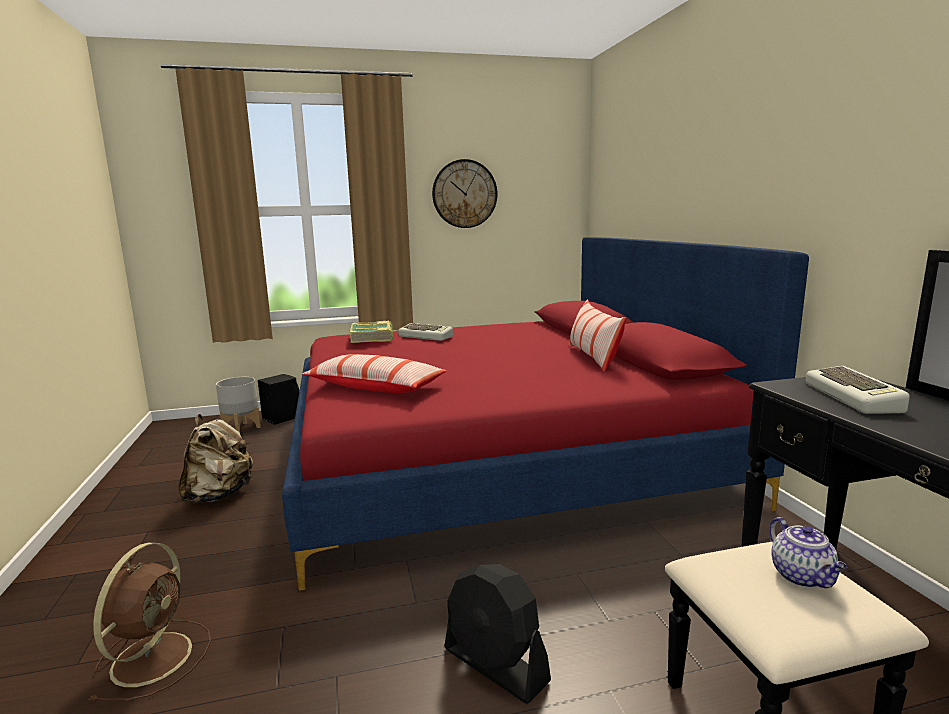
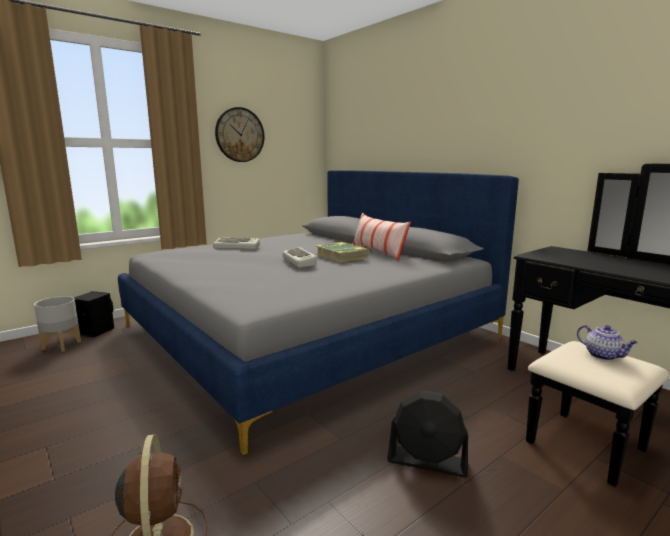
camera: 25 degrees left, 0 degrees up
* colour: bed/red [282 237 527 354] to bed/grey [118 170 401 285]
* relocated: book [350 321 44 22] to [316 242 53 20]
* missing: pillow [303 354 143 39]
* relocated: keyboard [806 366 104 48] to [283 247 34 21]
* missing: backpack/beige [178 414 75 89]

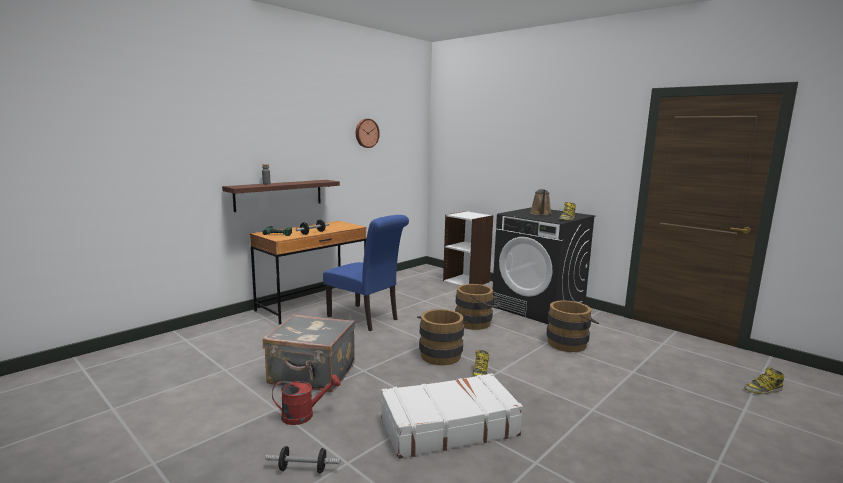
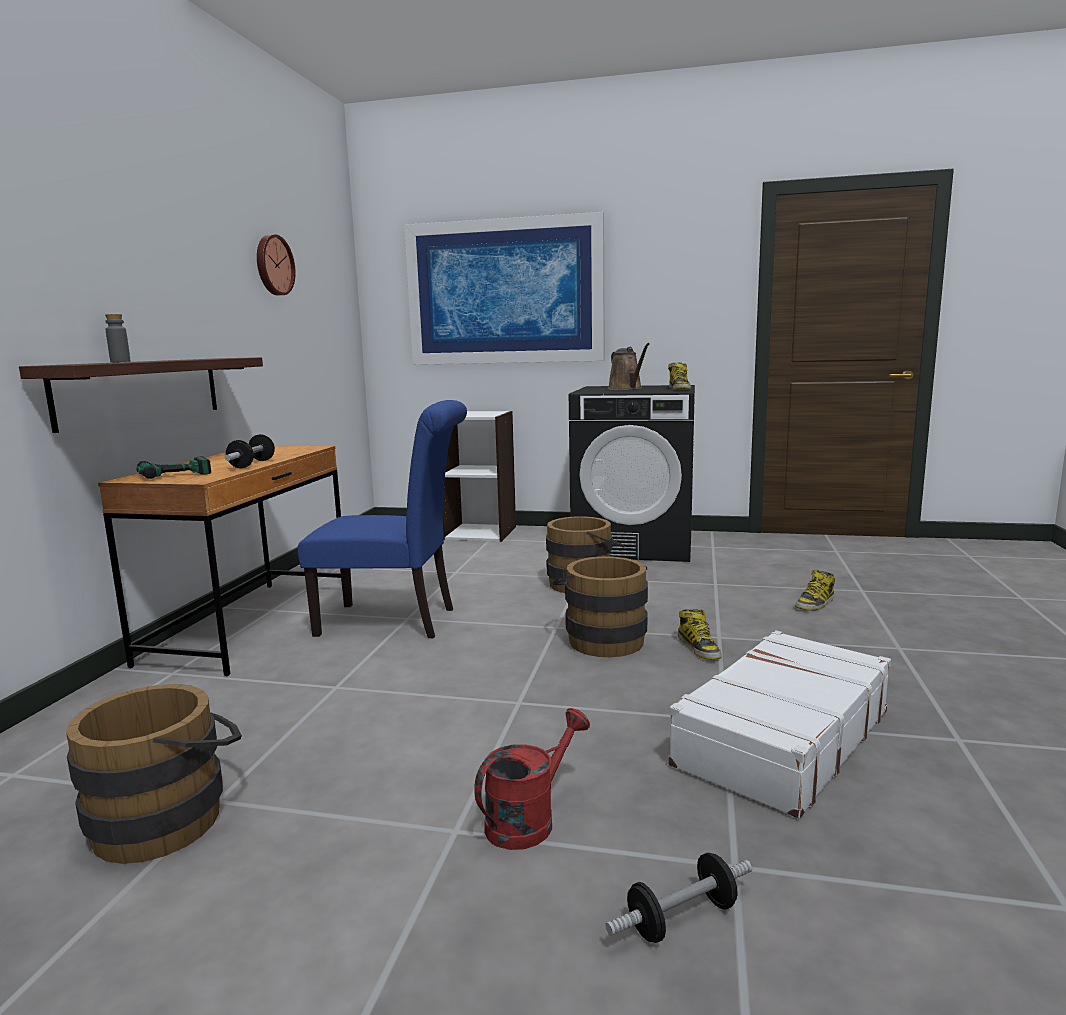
camera: 30 degrees left, 0 degrees up
* relocated: bucket/brown [546 300 53 52] to [66 684 176 180]
* missing: suitcase/grey [263 314 92 78]
* relocated: boot [744 367 40 27] to [795 570 40 41]
* appeared: picture [404 212 201 153]

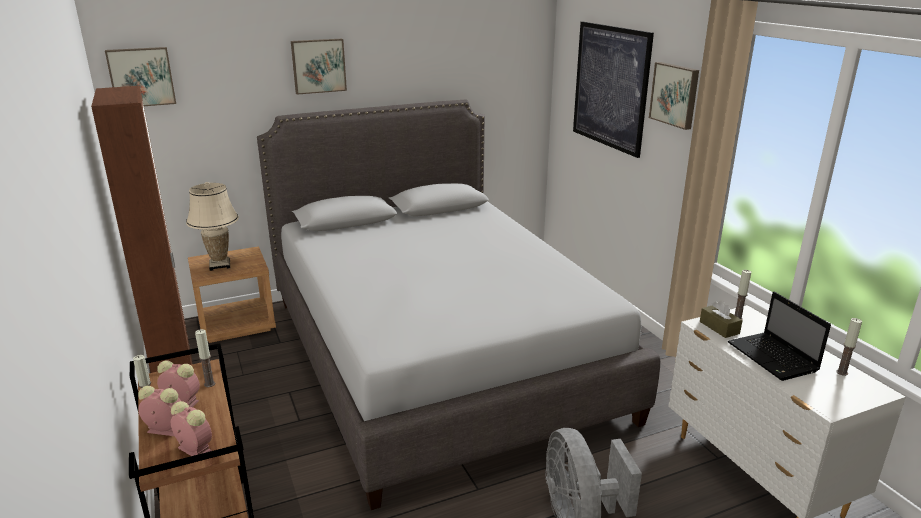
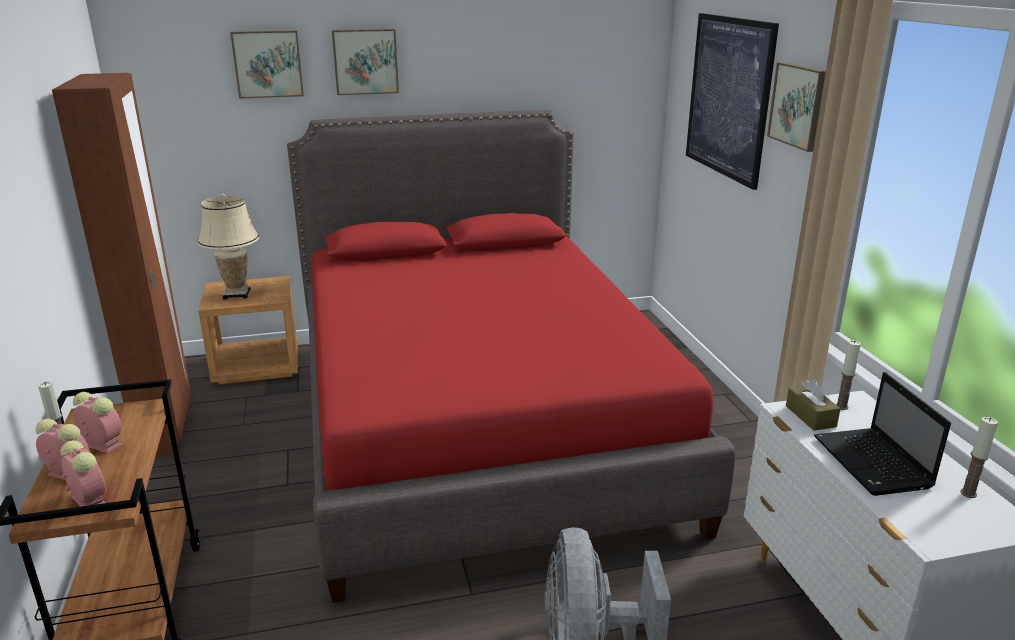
camera: 10 degrees right, 0 degrees up
* relocated: picture [105 47 71 59] to [230 30 74 69]
* colour: bed/grey [257 99 403 411] to bed/red [287 110 448 493]
* missing: candle [195 329 20 58]

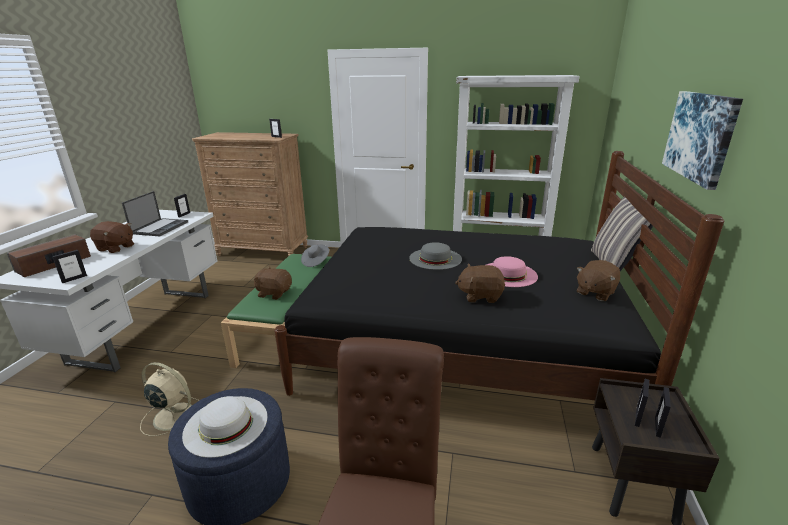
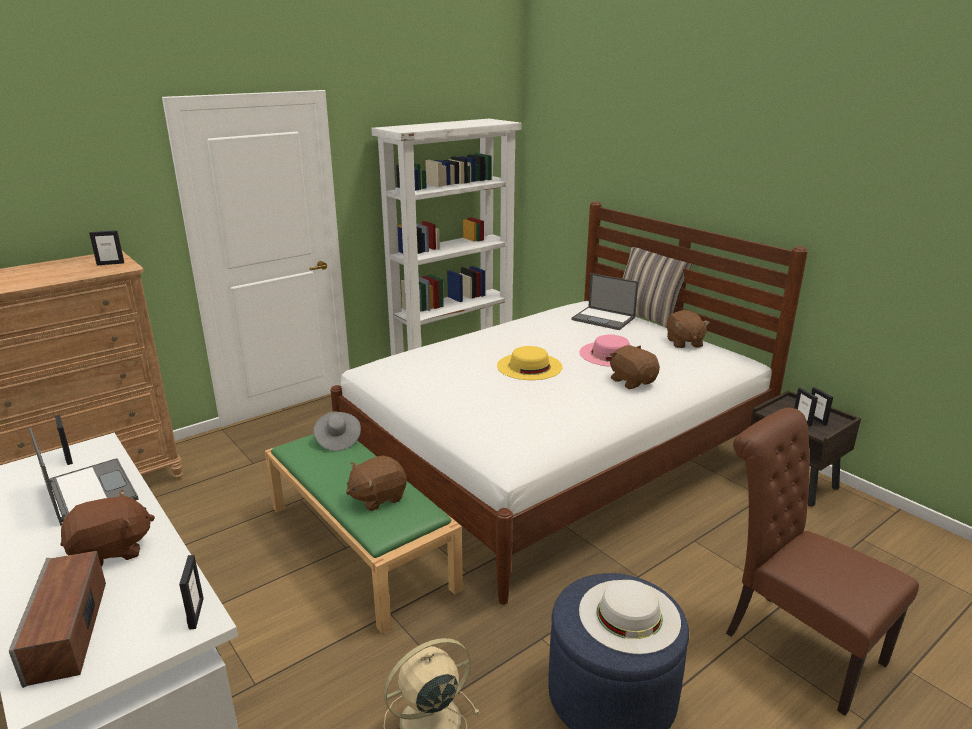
camera: 50 degrees left, 0 degrees up
* missing: picture [662 91 81 99]
* colour: bed/black [274 151 450 249] to bed/white [330 201 478 404]
* colour: hat/grey [409 242 53 28] to hat/yellow [497 346 66 34]
* spun: plush toy/brown [455 264 50 39] = [610 345 50 44] 105 degrees clockwise
* appeared: laptop [571 273 68 57]

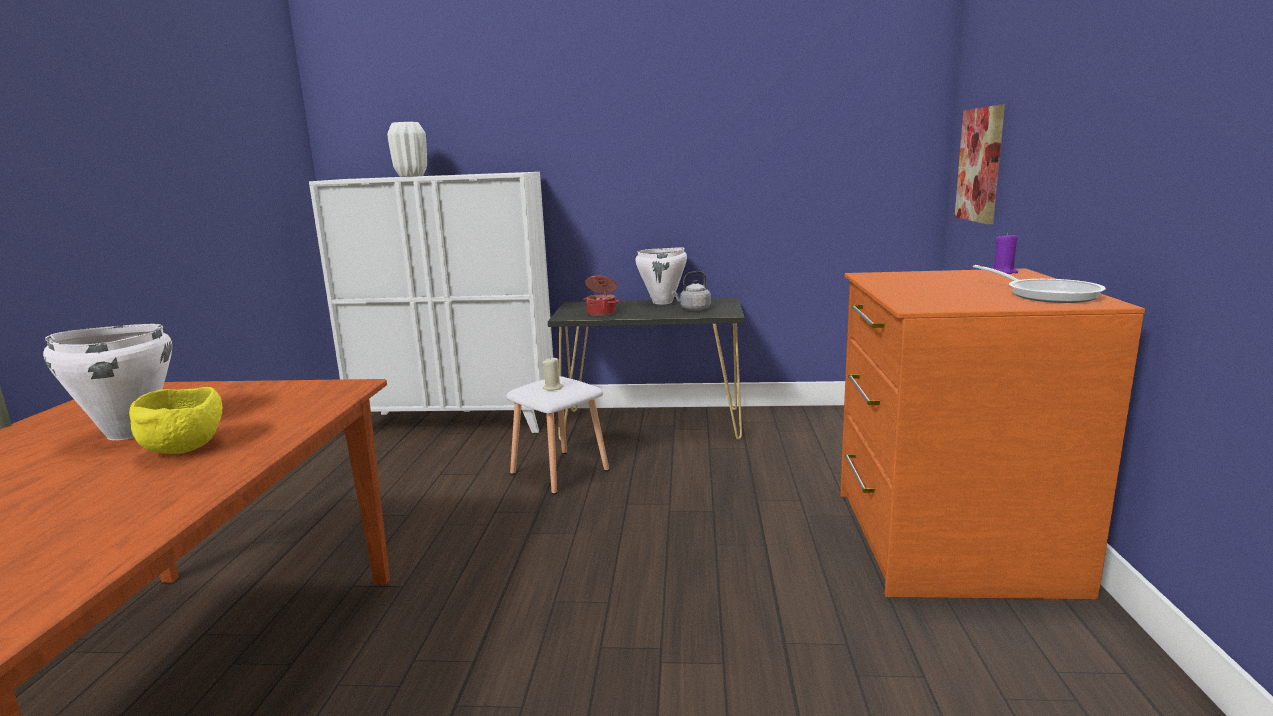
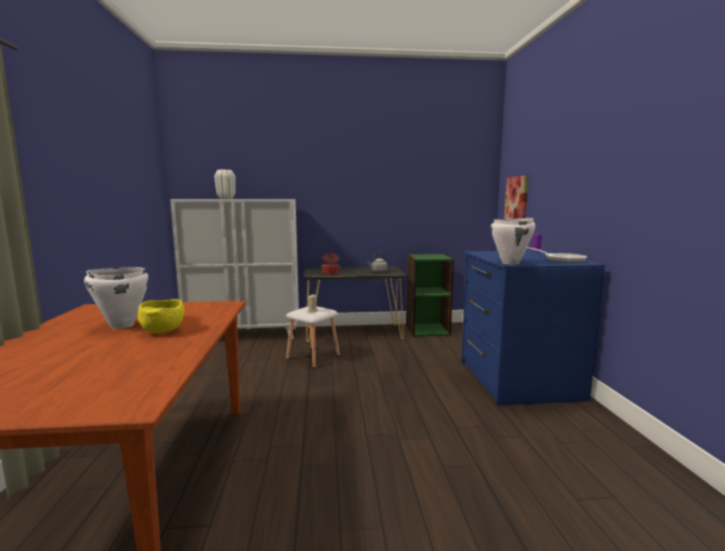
camera: 10 degrees left, 5 degrees down
* relocated: cooking pot/white [635 247 52 57] to [491 218 44 47]
* colour: dresser/orange [840 269 305 331] to dresser/blue [461 250 144 156]
* appeared: bookcase/green [406 254 48 83]

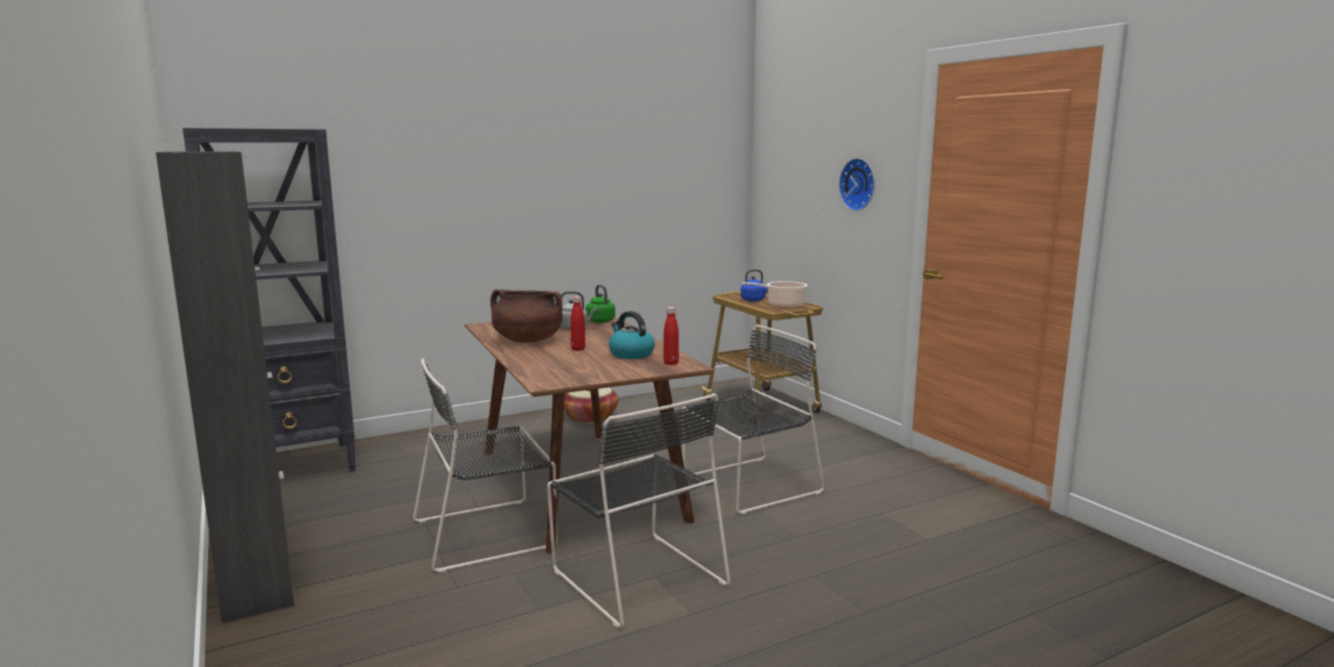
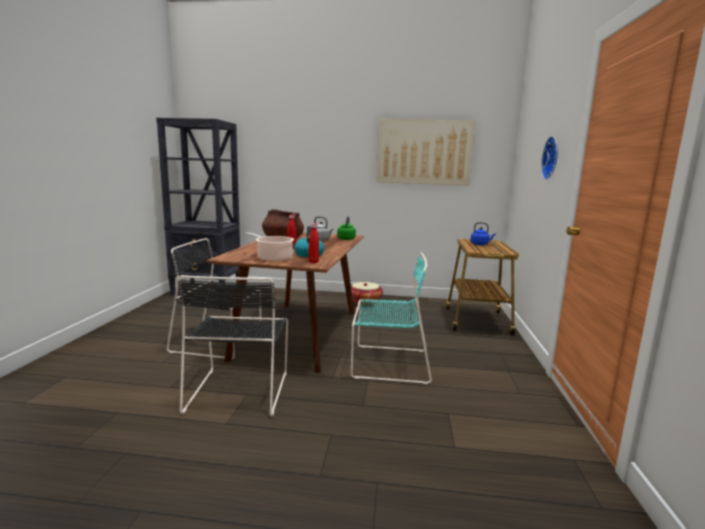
camera: 35 degrees right, 0 degrees up
* missing: cabinet/black [156 151 138 472]
* relocated: cooking pot [742 281 66 27] to [245 232 49 30]
* colour: chair/black [682 325 142 189] to chair/turquoise [351 253 81 131]
* appeared: picture [377 119 98 66]

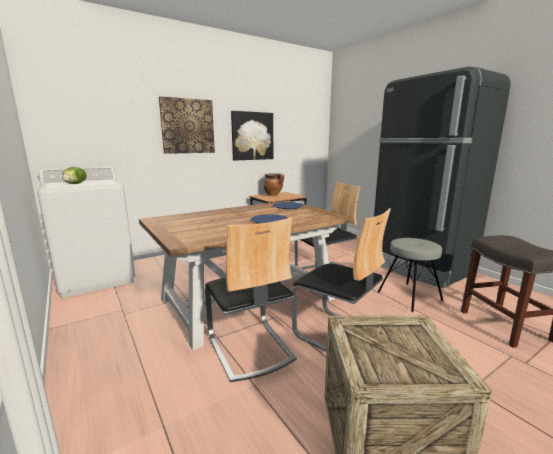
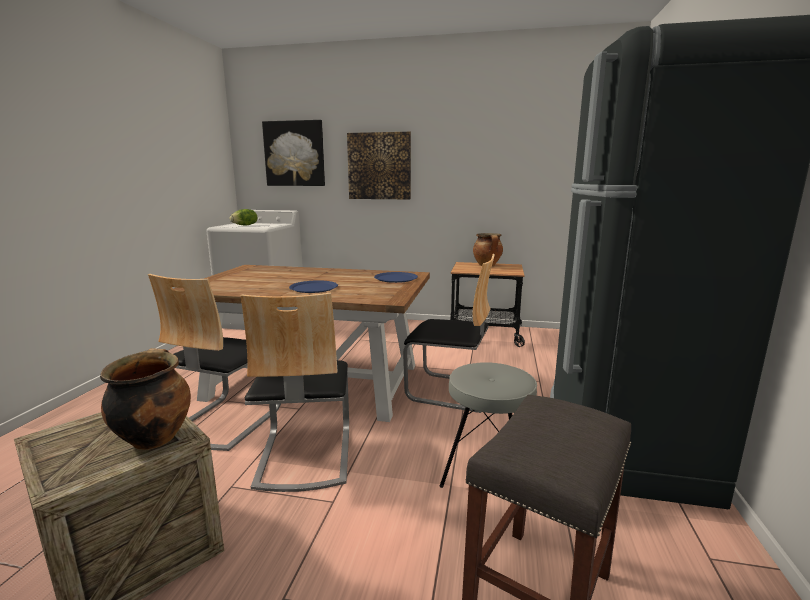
camera: 45 degrees right, 0 degrees up
* relocated: picture [231 111 42 50] to [262 120 63 66]
* appeared: cooking pot [100 348 91 102]

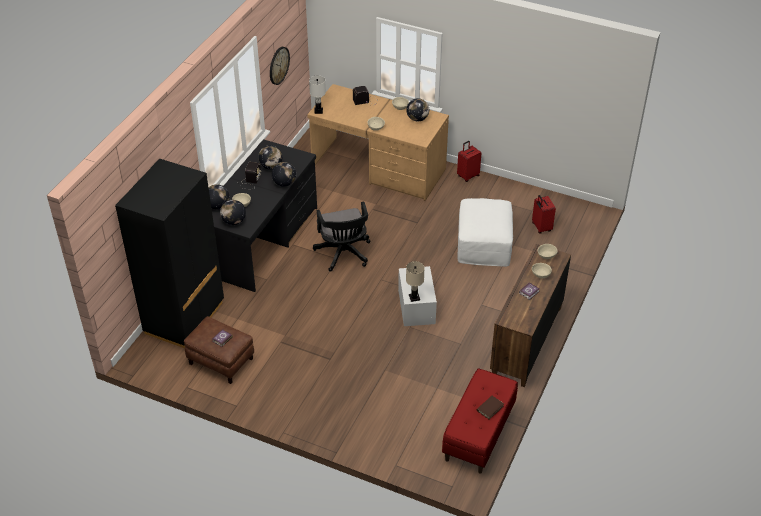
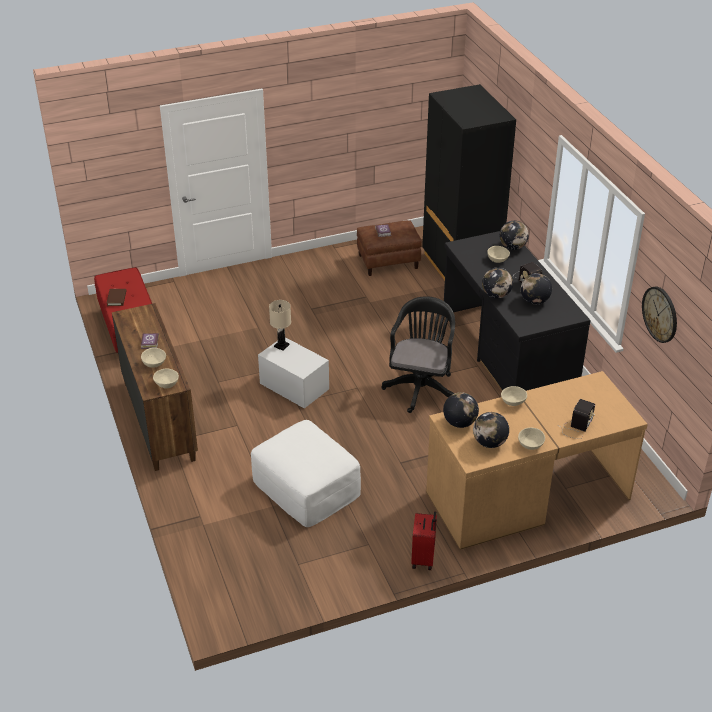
camera: 135 degrees right, 5 degrees down
* missing: table lamp/white [309 75 17 39]
* missing: suitcase/red [532 195 24 39]
* relocated: globe [220 200 26 25] to [443 392 36 36]
* spun: office chair/black [313 202 57 70] = [381 296 74 117] 75 degrees clockwise

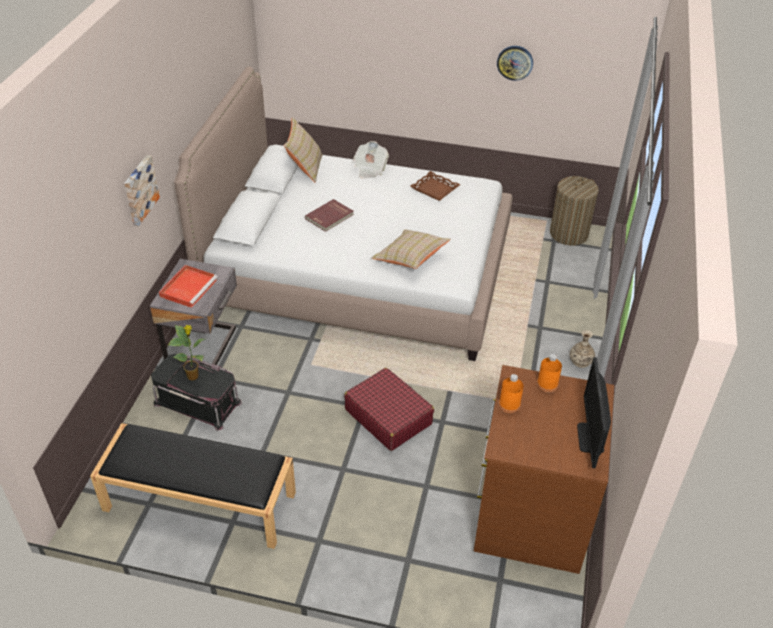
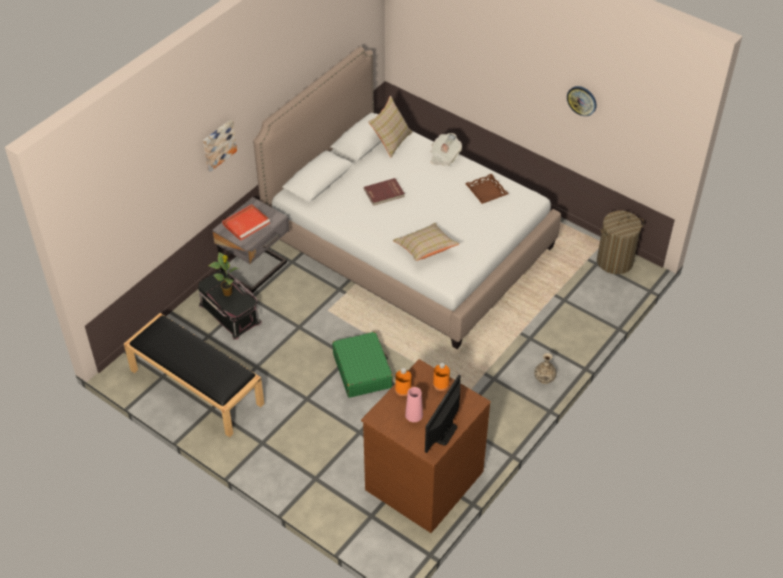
camera: 25 degrees right, 5 degrees up
* colour: suitcase/red [344 368 90 83] to suitcase/green [332 332 61 66]
* appeared: vase/pink [405 387 18 35]

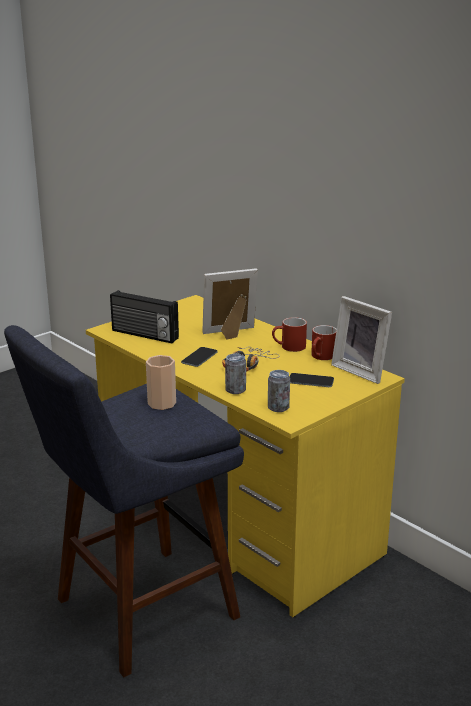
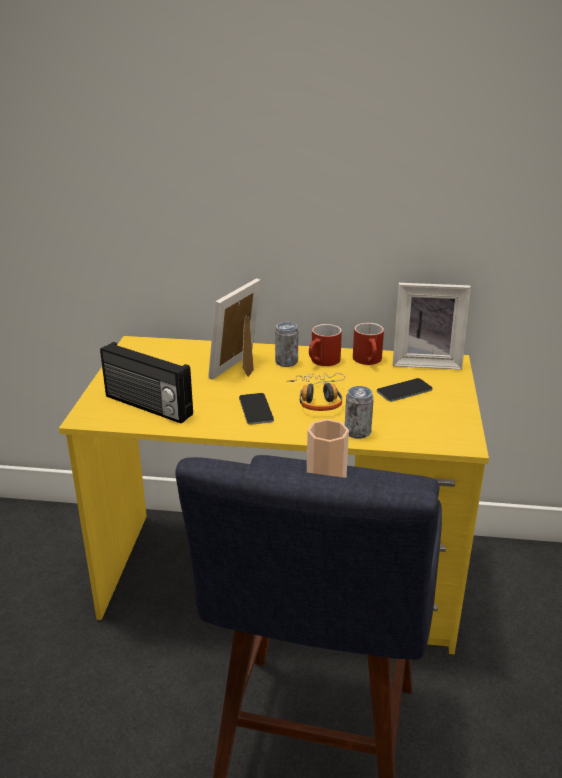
camera: 40 degrees left, 5 degrees up
* spun: radio [110 290 69 53] = [100 342 93 81] 45 degrees clockwise
* relocated: can [268 370 22 42] to [275 322 23 45]

